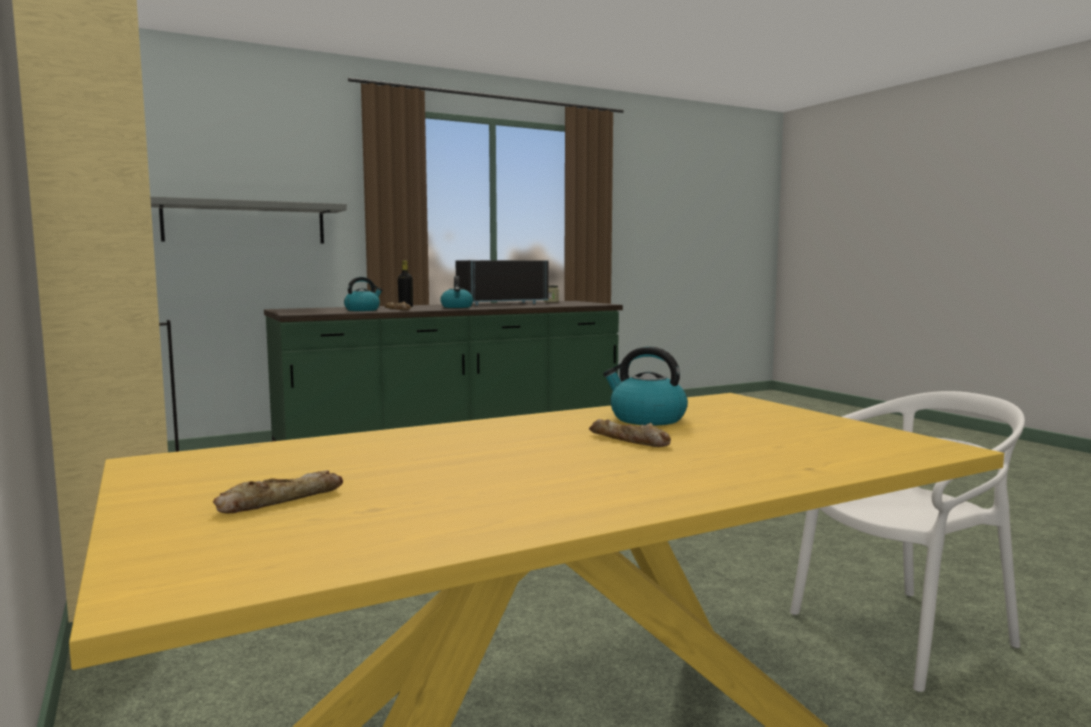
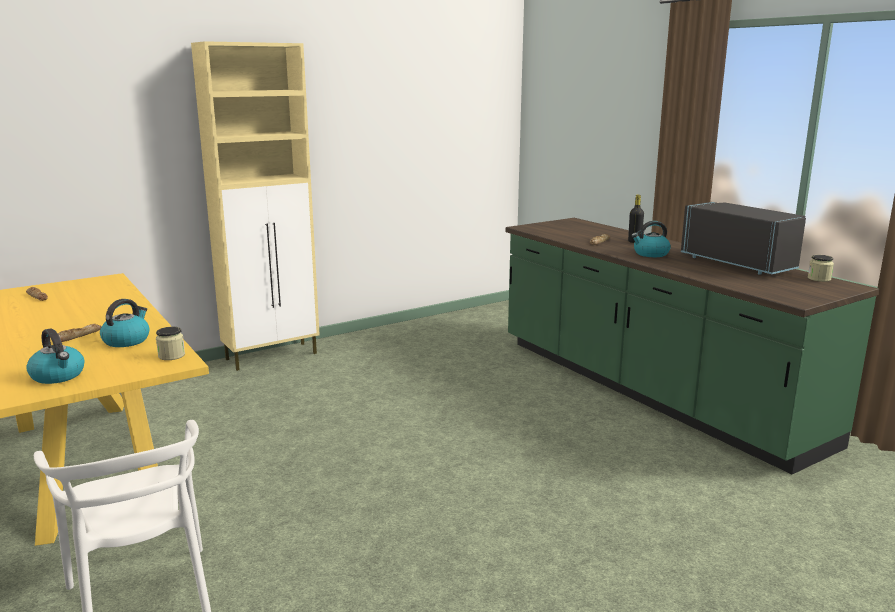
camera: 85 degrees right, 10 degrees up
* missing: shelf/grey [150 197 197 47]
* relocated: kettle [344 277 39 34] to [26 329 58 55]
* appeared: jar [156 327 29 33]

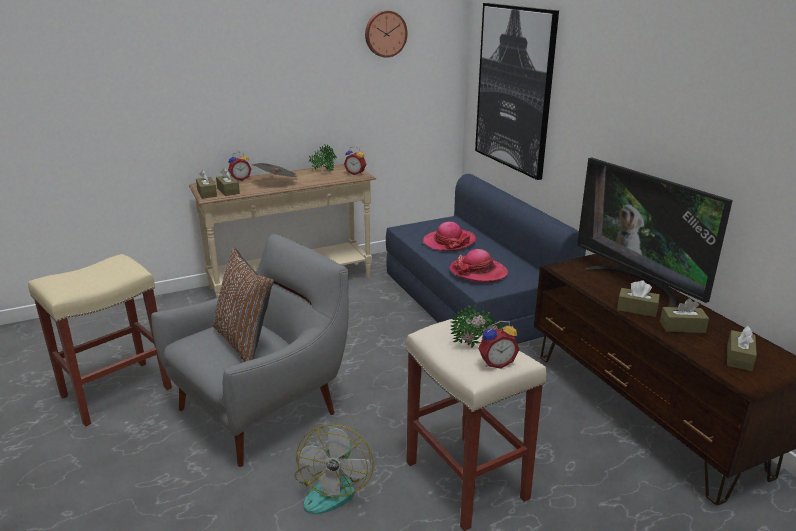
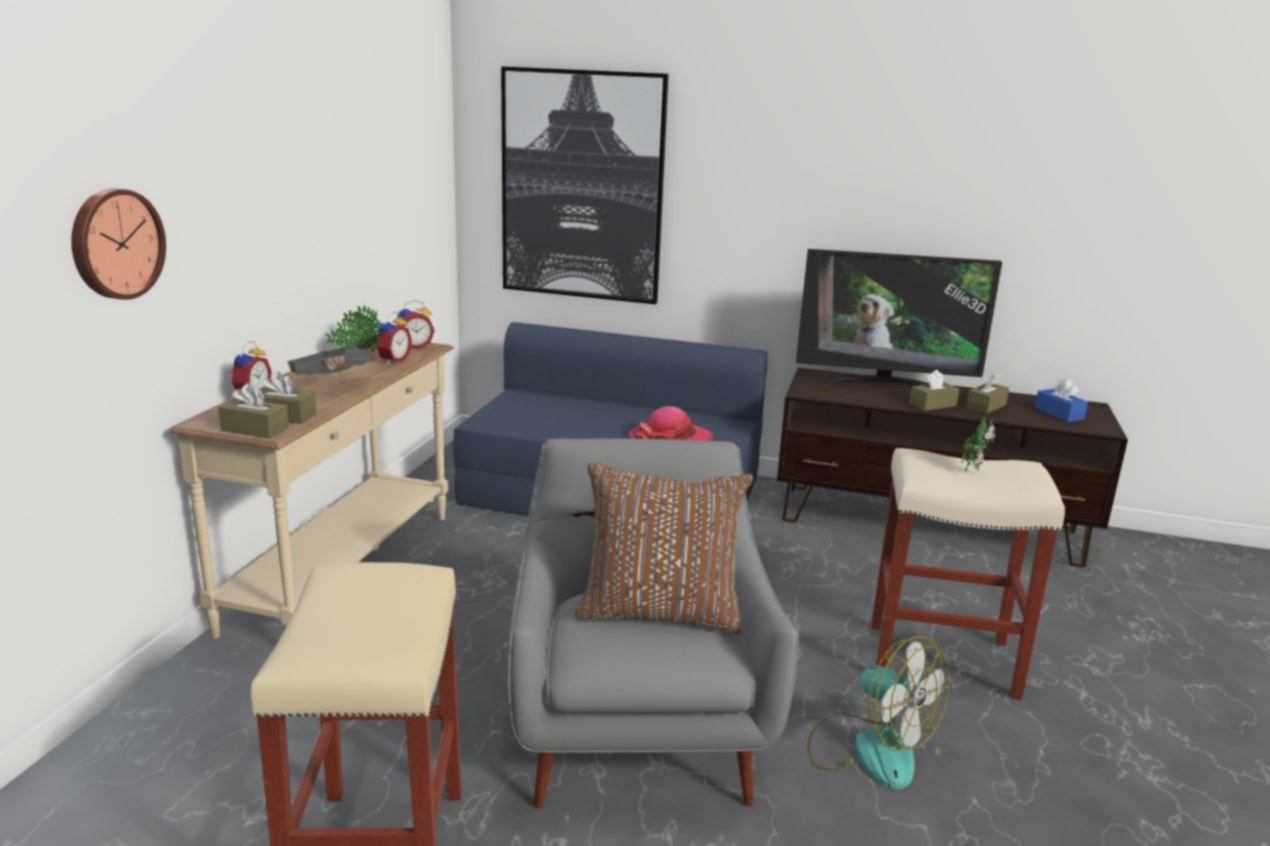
camera: 50 degrees left, 5 degrees down
* relocated: wall clock [365 10 43 48] to [71 188 95 112]
* missing: hat [422 222 54 29]
* relocated: alarm clock [478 321 41 48] to [376 312 36 53]
* colour: tissue box/brown [727 326 30 45] to tissue box/blue [1035 378 53 44]

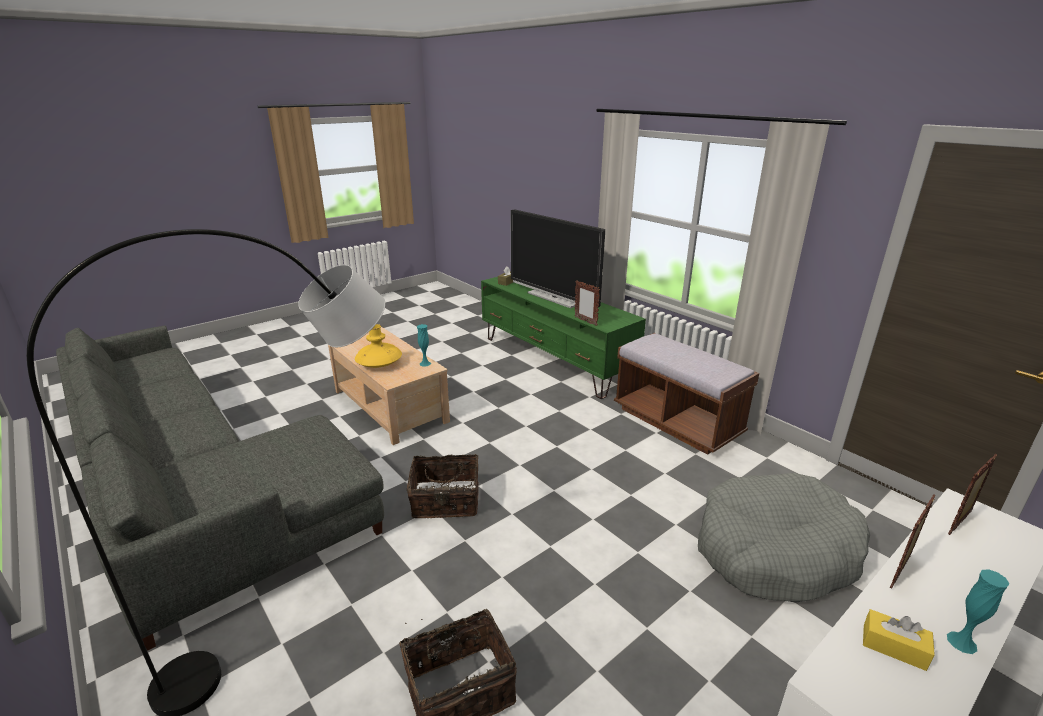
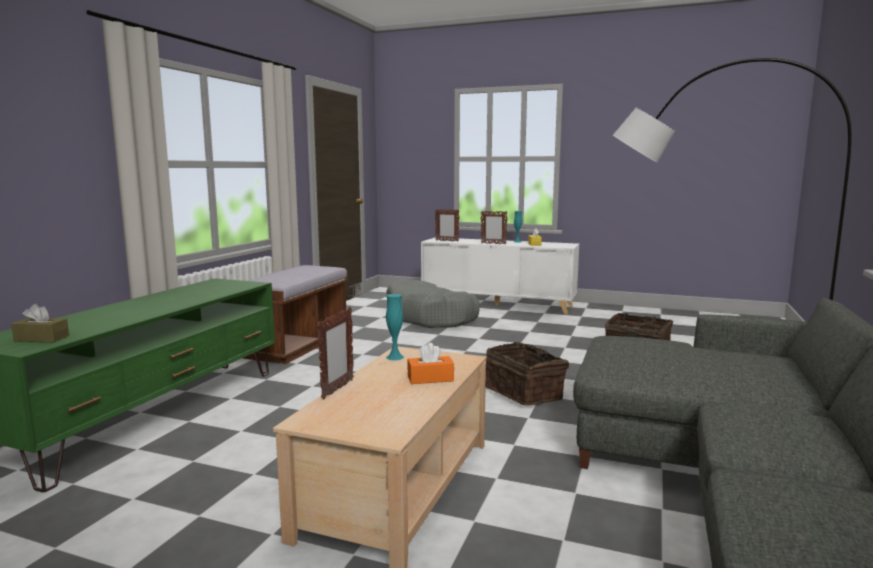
camera: 120 degrees left, 15 degrees down
* missing: television [510 209 95 99]
* relocated: picture frame [574 280 26 46] to [317 307 37 92]
* exchanged: vase/yellow [355 324 47 44] to tissue box/orange [407 343 47 41]

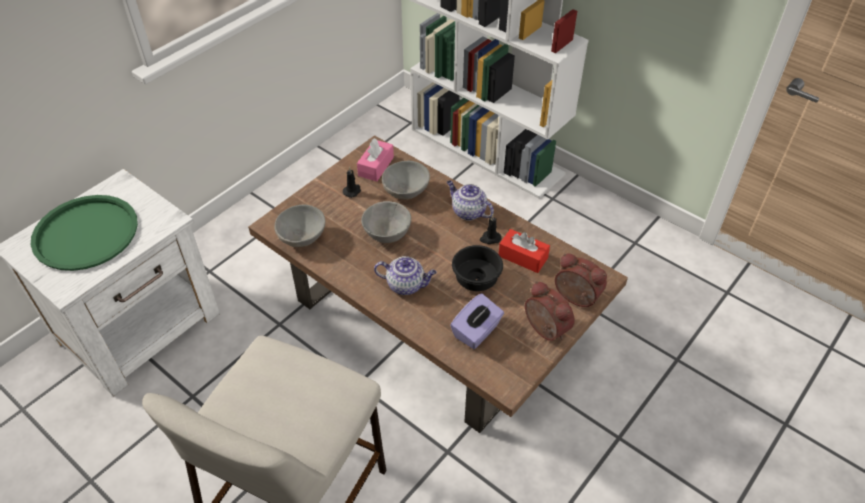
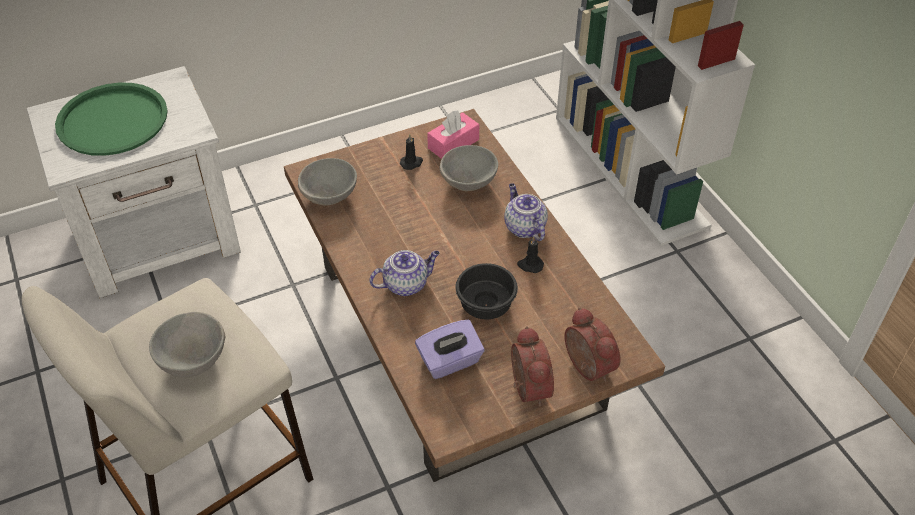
camera: 25 degrees right, 0 degrees up
* relocated: bowl/grey [361 201 50 42] to [149 312 76 65]
* missing: tissue box/red [499 229 51 44]
* spun: teapot [374 256 63 39] = [369 250 71 46] 60 degrees counterclockwise

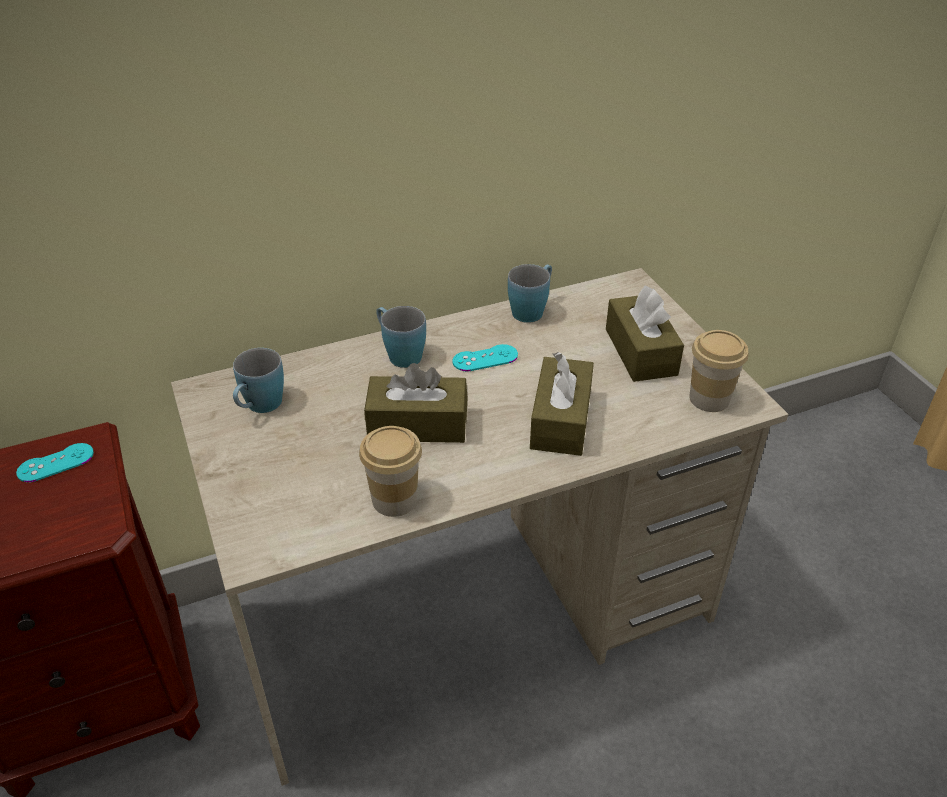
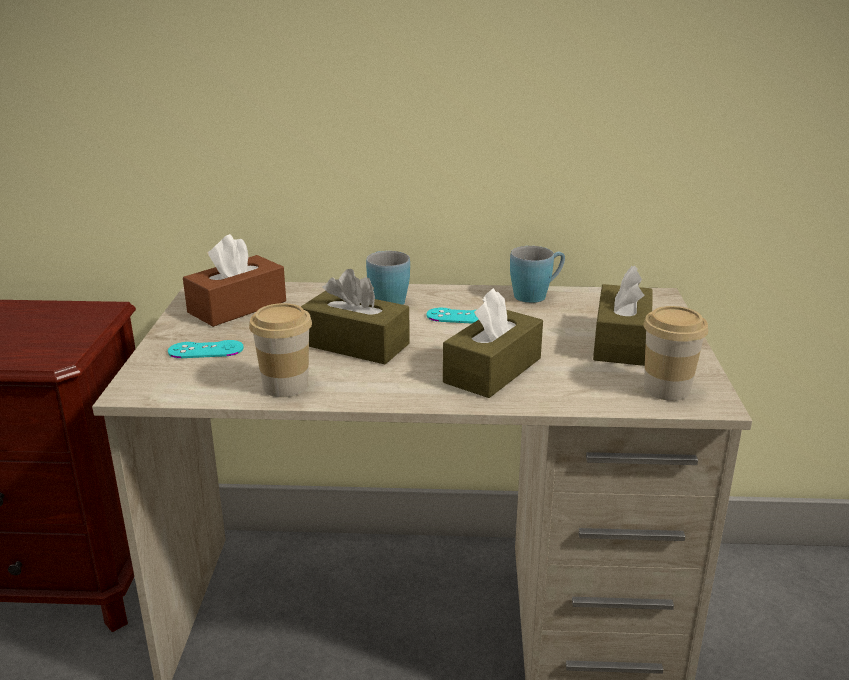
camera: 25 degrees right, 15 degrees down
* exchanged: mug/blue [233 348 51 65] to tissue box/brown [183 234 103 93]
* relocated: game controller/turquoise [16 443 78 39] to [168 340 76 18]

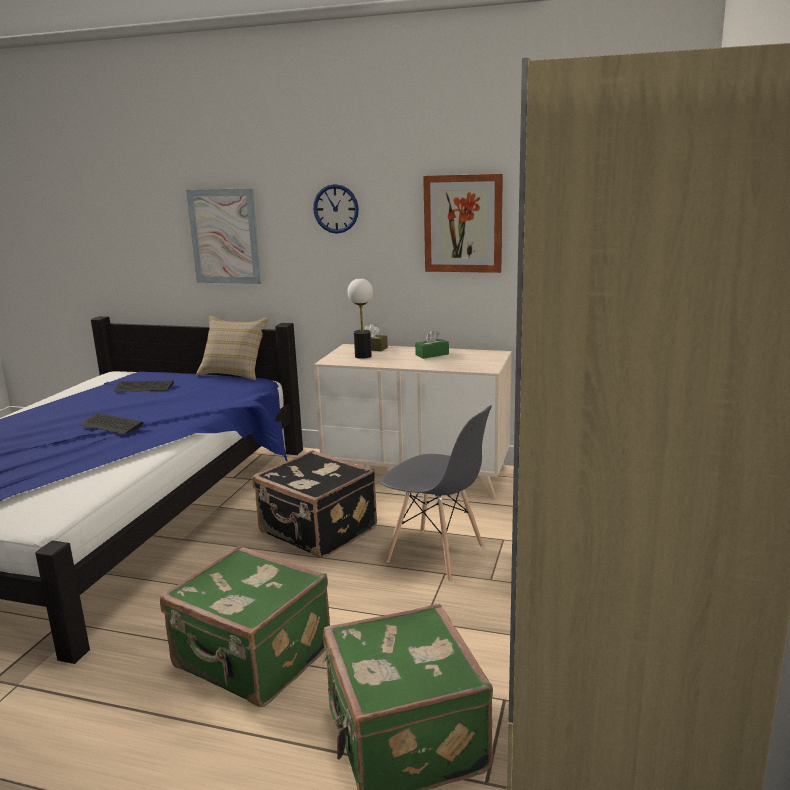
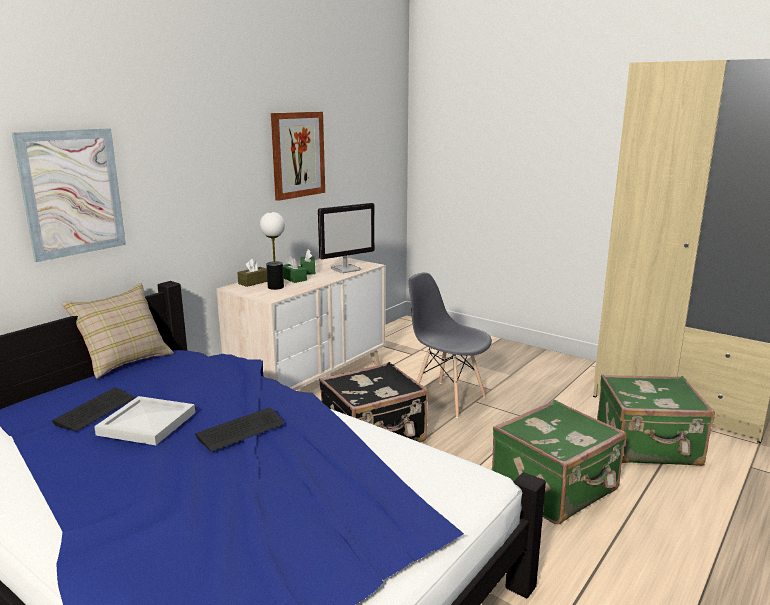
camera: 70 degrees left, 0 degrees up
* missing: wall clock [313 184 46 50]
* spun: chair/grey [380 405 112 176] = [408 272 84 146] 105 degrees counterclockwise
* appeared: monitor [318 203 57 70]
* appeared: tissue box/green [283 256 24 27]
* appeared: tray/white [94 396 101 49]

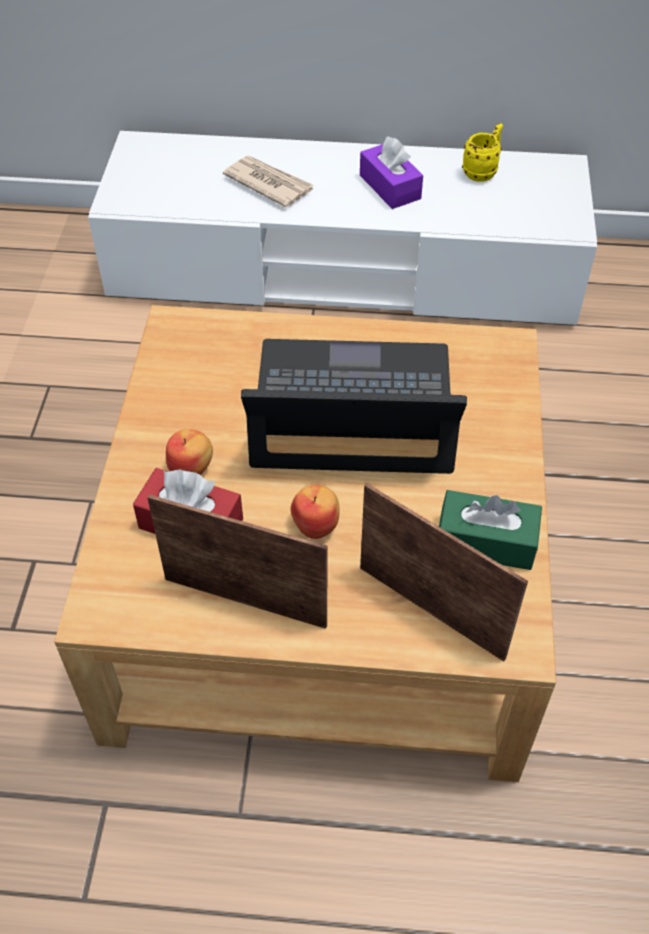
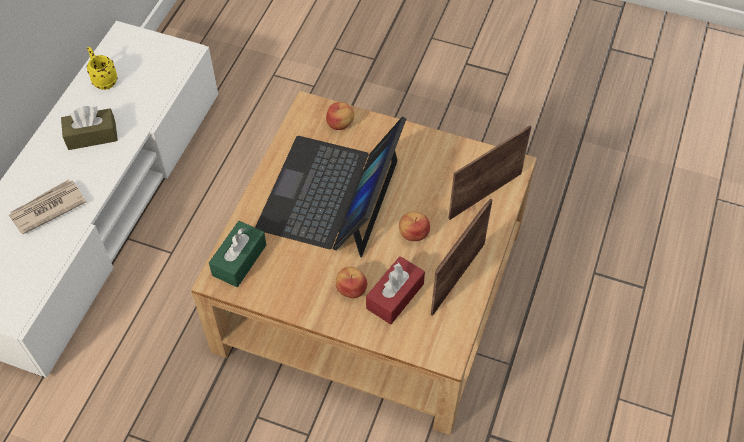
camera: 75 degrees left, 5 degrees up
* colour: tissue box/purple [360 136 63 73] to tissue box/brown [61 106 57 44]
* relocated: tissue box/green [439 490 103 80] to [209 221 57 66]
* appeared: apple [326 102 28 28]

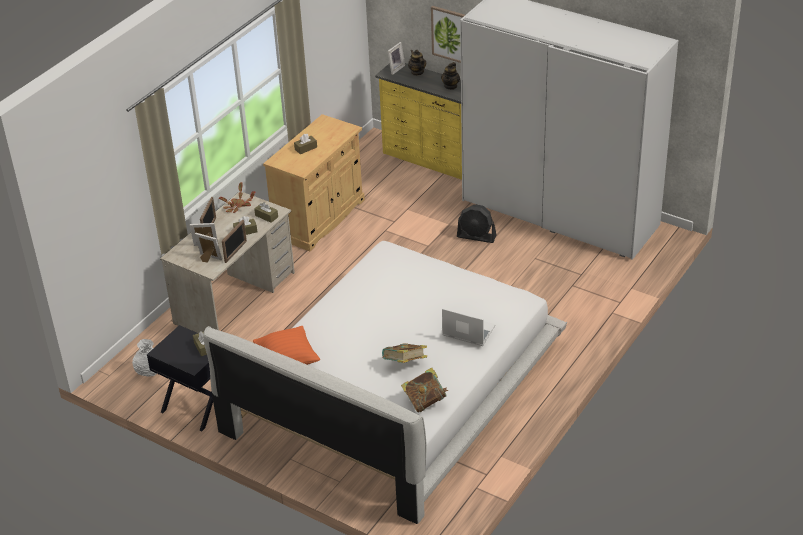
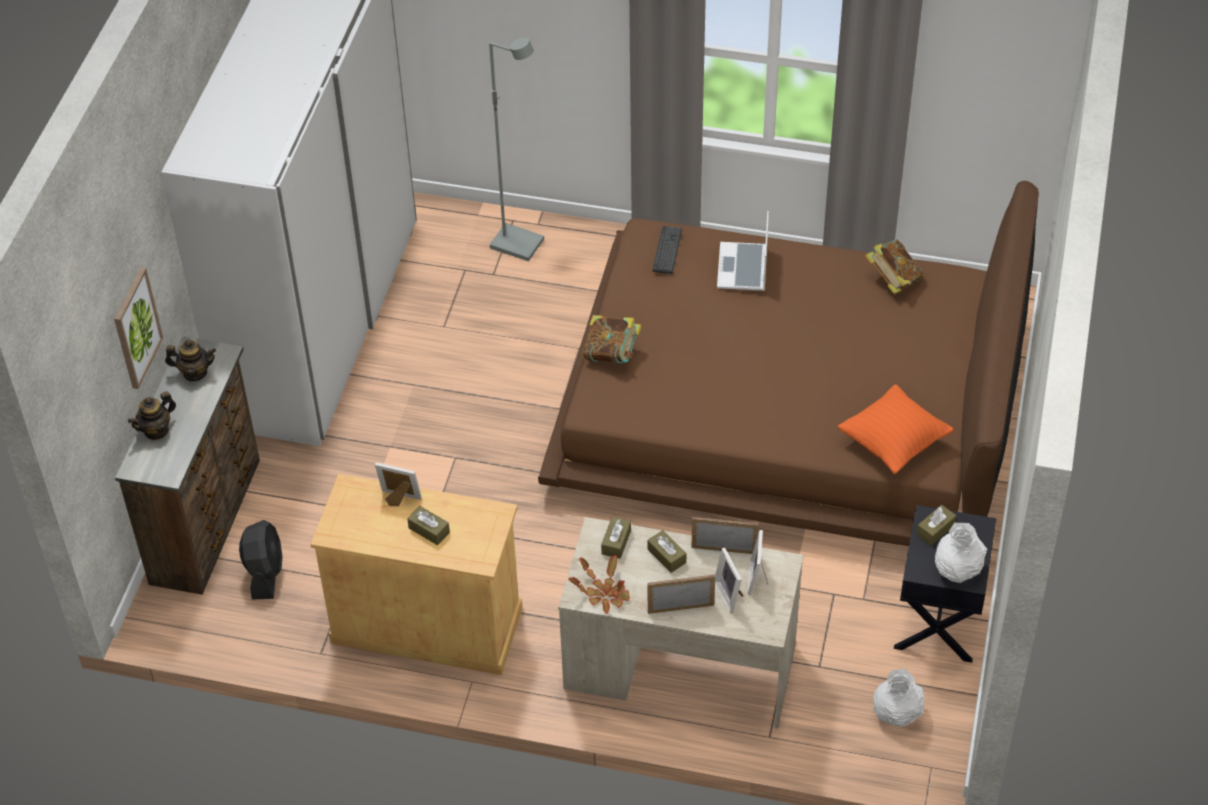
camera: 110 degrees left, 10 degrees up
* relocated: picture frame [387 42 18 33] to [375 462 47 44]
* colour: dresser/yellow [375 63 87 117] to dresser/brown [115 336 145 259]
* relocated: fan/black [457 204 39 39] to [239 520 44 80]
* colour: bed/white [203 241 364 283] to bed/brown [538 181 501 365]
* relocated: book [382 343 45 20] to [583 315 59 48]
* appeared: floor lamp/grey [489 37 55 224]
* appeared: keyboard [653 226 29 48]
* appeared: vase/white [935 523 53 60]

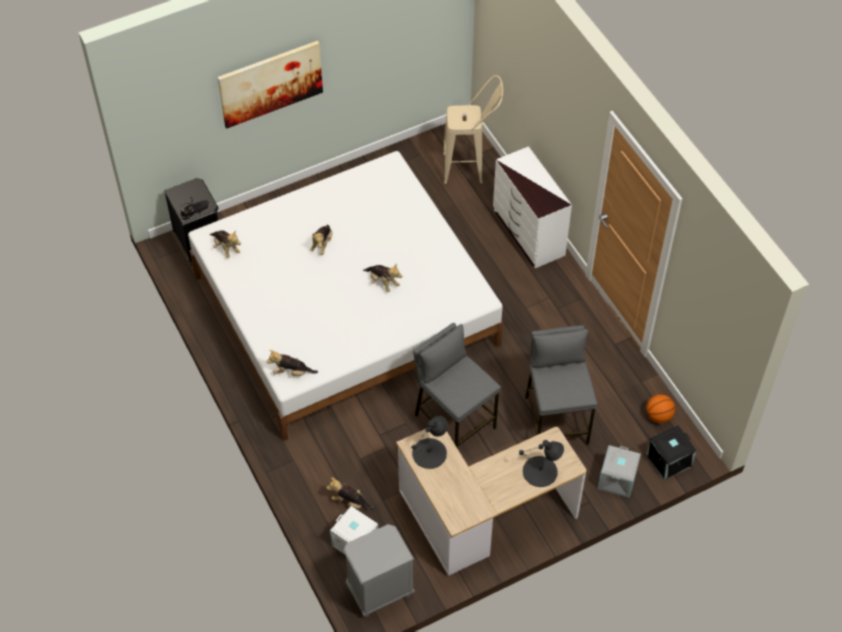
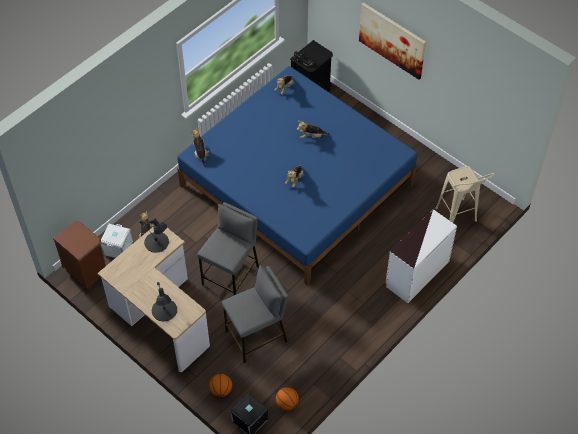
camera: 70 degrees right, 0 degrees up
* colour: bed/white [188 151 315 290] to bed/blue [177 66 241 219]
* exchanged: storage box/grey [598 445 43 53] to basketball [209 374 23 23]
* colour: nightstand/grey [343 524 72 93] to nightstand/brown [53 221 53 69]

